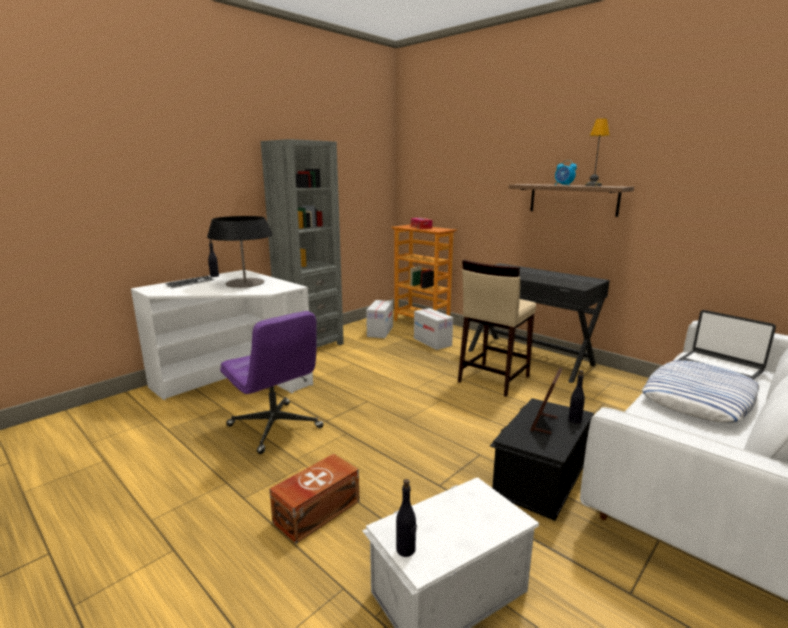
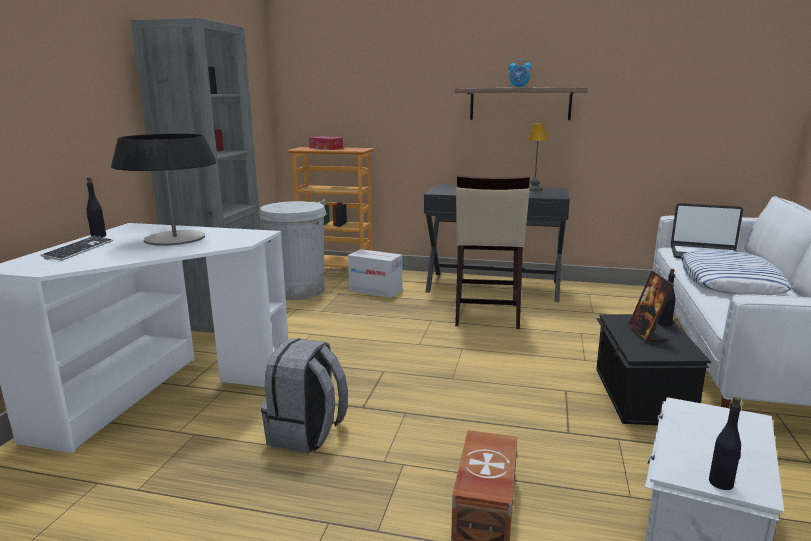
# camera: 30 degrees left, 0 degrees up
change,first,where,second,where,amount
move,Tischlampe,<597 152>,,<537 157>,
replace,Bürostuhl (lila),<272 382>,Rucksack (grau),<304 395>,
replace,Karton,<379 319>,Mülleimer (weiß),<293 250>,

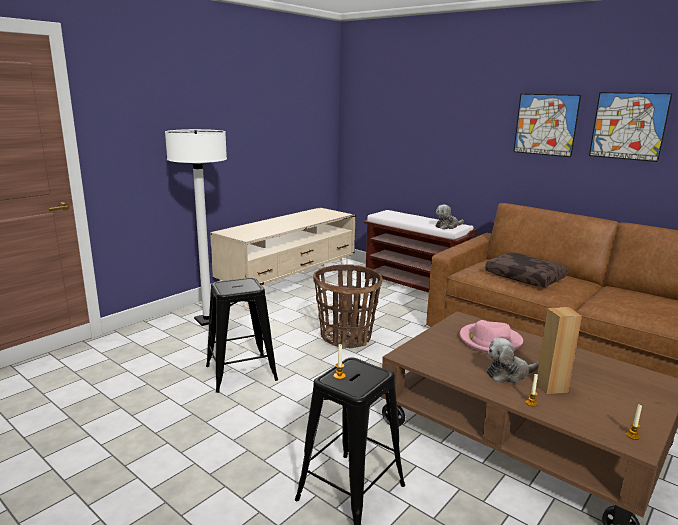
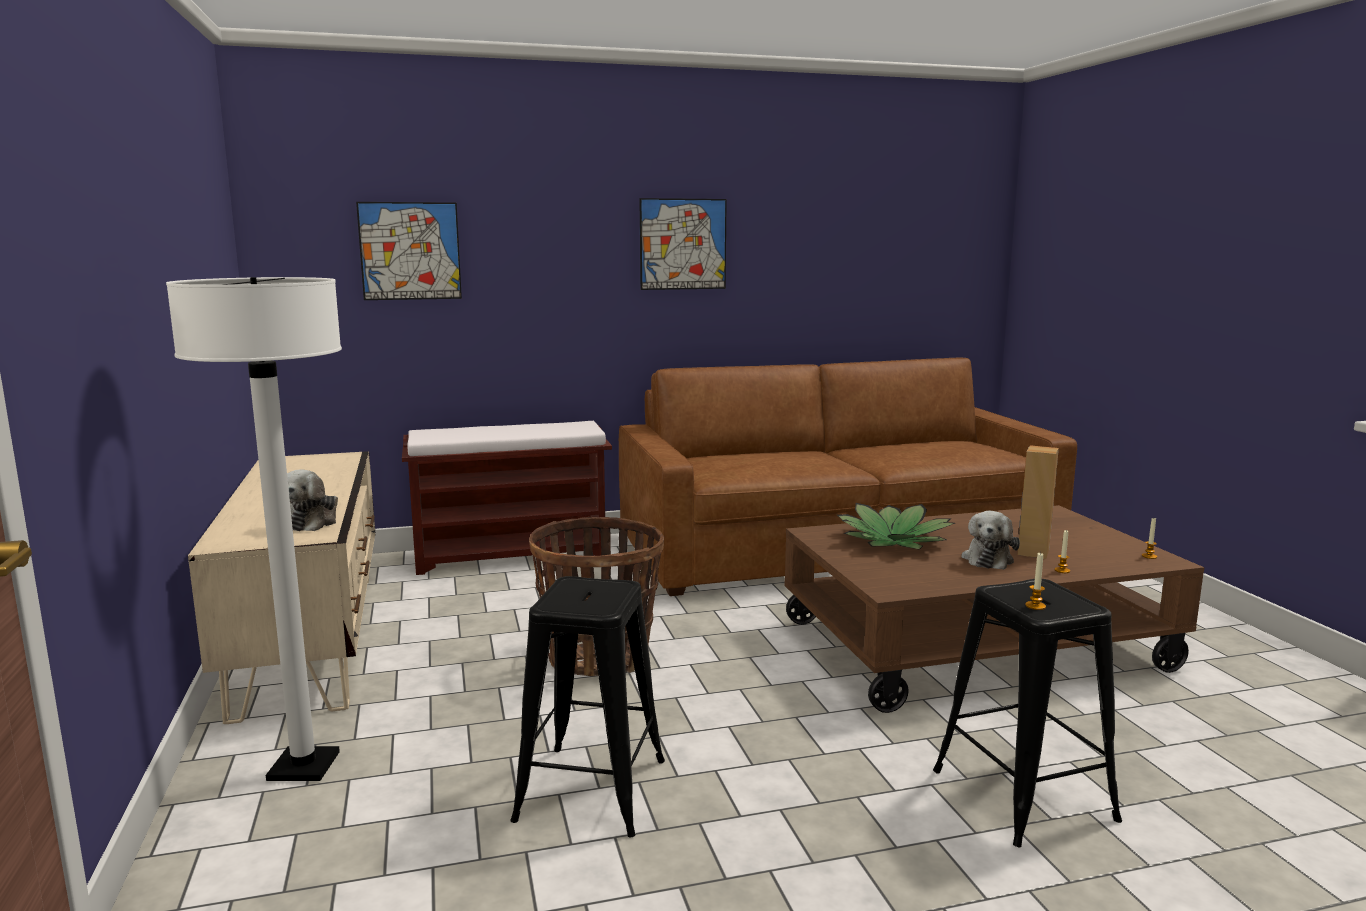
# camera: 55 degrees left, 5 degrees down
change,first,where,second,where,amount
delete,Kissen (braun),<526 270>,,,
move,Plüschtier,<450 217>,,<312 500>,
move,Bild,<631 127>,,<409 251>,
replace,Hut (rosa),<491 336>,Topfpflanze,<896 526>,

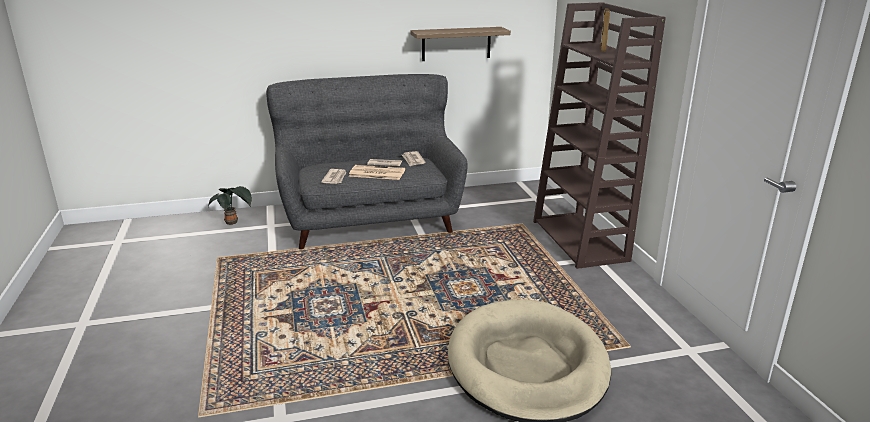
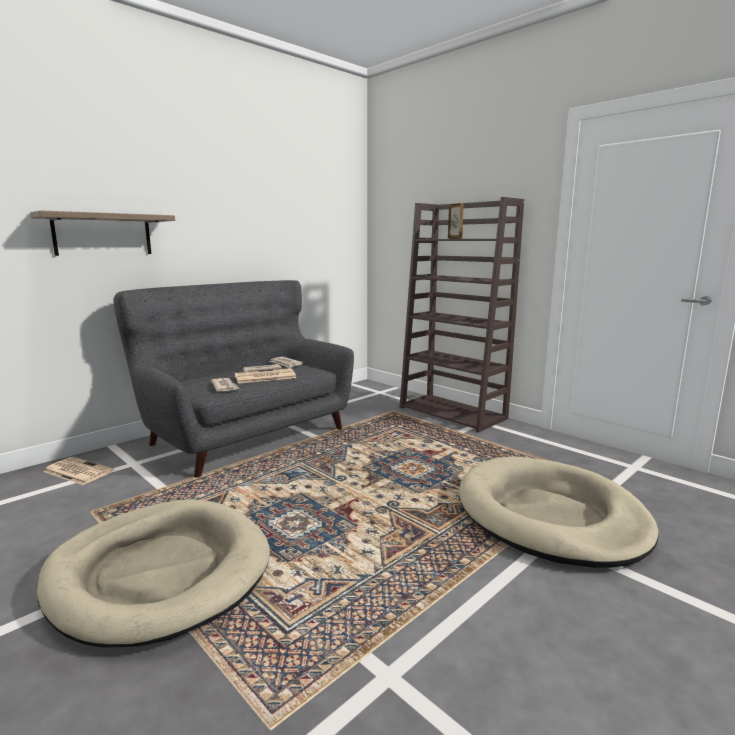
# camera: 30 degrees left, 10 degrees down
change,first,where,second,where,amount
insert,,,Hundebett (beige),<153 574>,
move,Wandregal,<461 44>,,<102 233>,
replace,Topfpflanze,<230 205>,Zeitung,<78 471>,

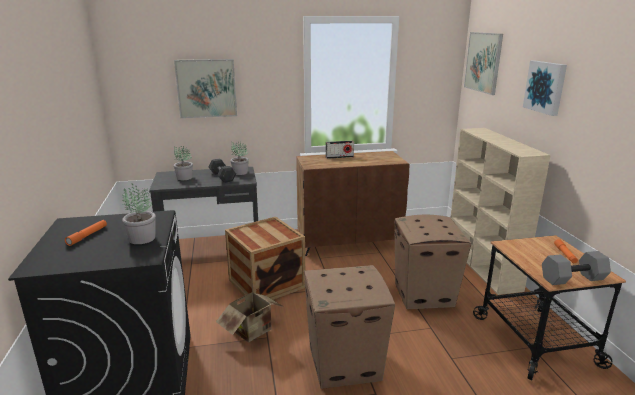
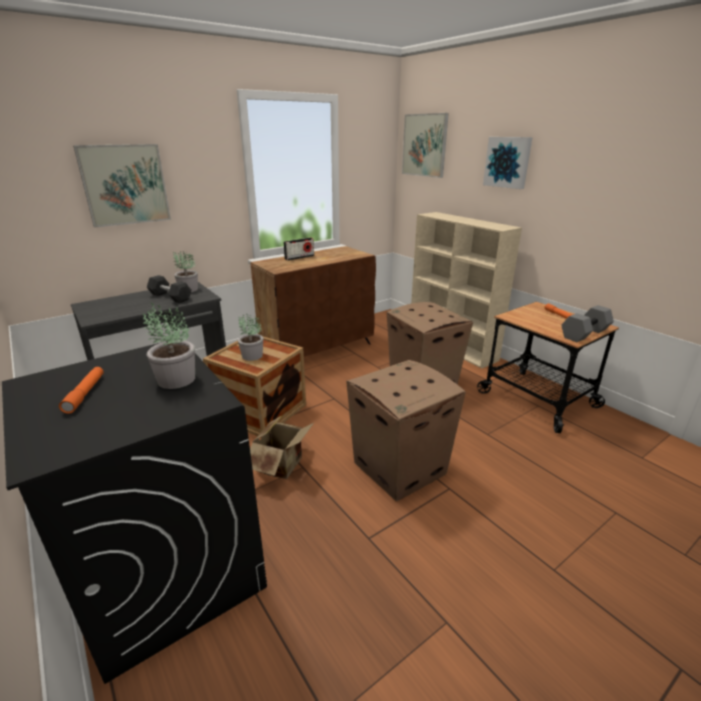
# camera: 25 degrees left, 5 degrees up
change,first,where,second,where,amount
move,Topfpflanze,<183 163>,,<250 337>,

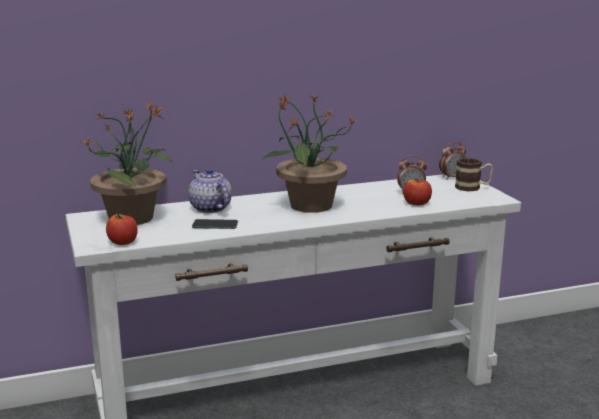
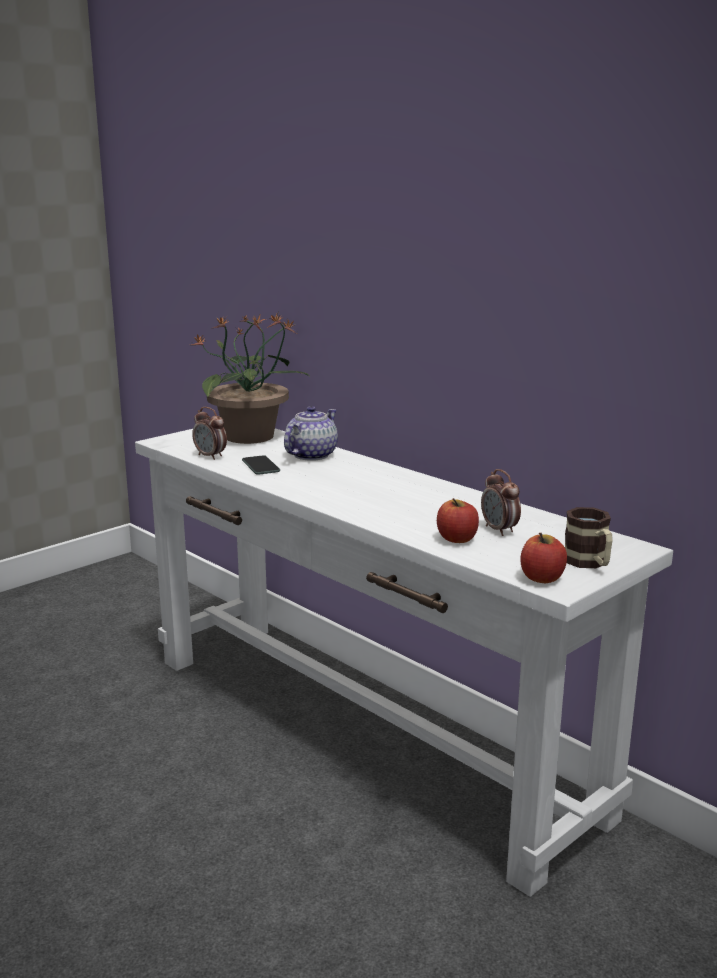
# camera: 65 degrees right, 0 degrees up
change,first,where,second,where,amount
delete,Topfpflanze,<310 153>,,,
move,Apfel,<122 229>,,<543 558>,
move,Wecker,<452 160>,,<209 433>,

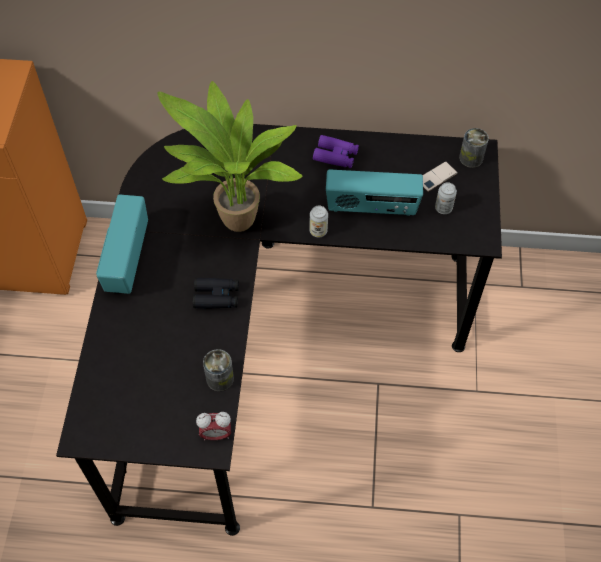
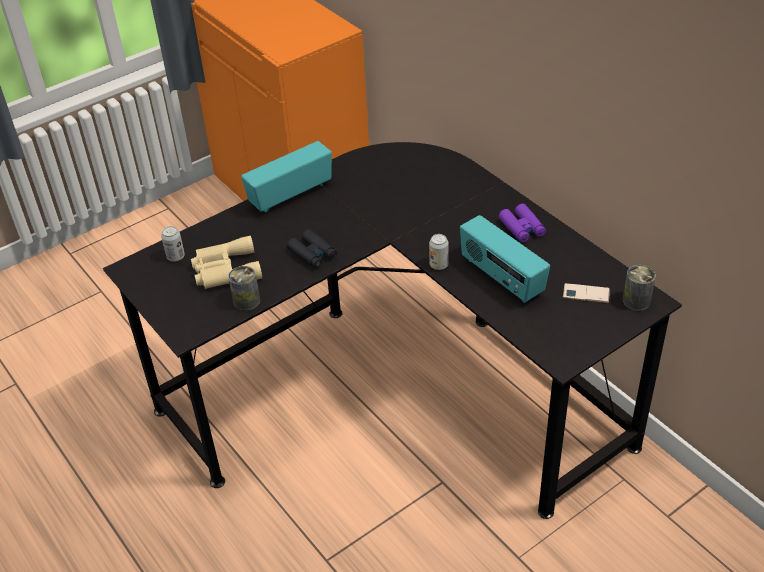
# camera: 50 degrees right, 15 degrees down
change,first,where,second,where,amount
delete,Topfpflanze,<230 156>,,,
delete,Wecker,<213 426>,,,
insert,,,Fernglas (beige),<226 262>,
move,Dose,<446 198>,,<173 243>,

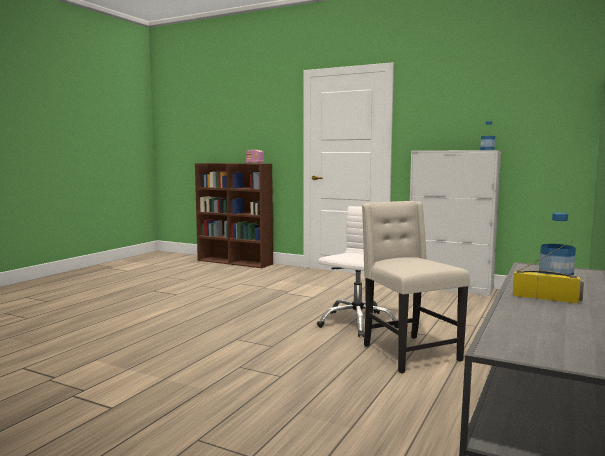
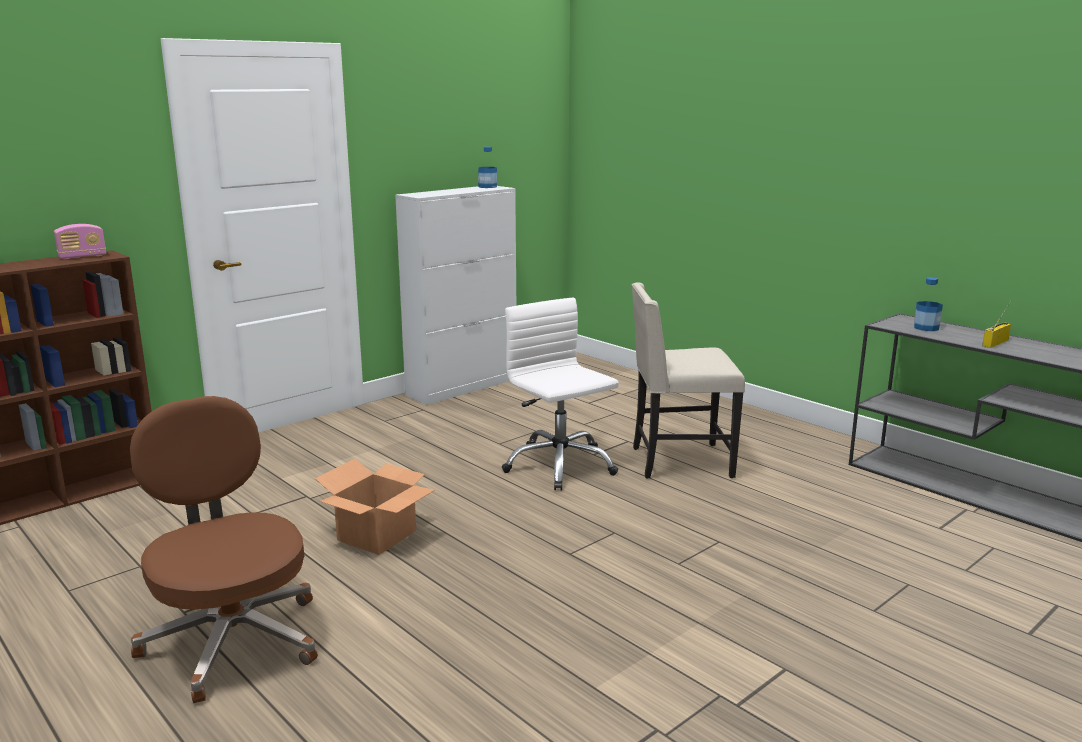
# camera: 70 degrees left, 10 degrees up
change,first,where,second,where,amount
insert,,,Bürostuhl (braun),<224 549>,
insert,,,Karton,<375 507>,

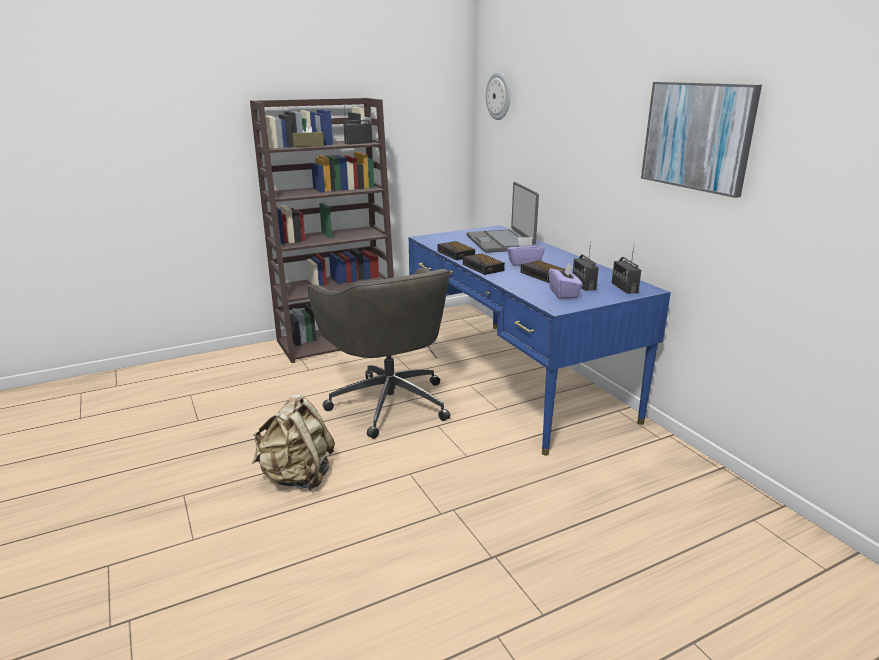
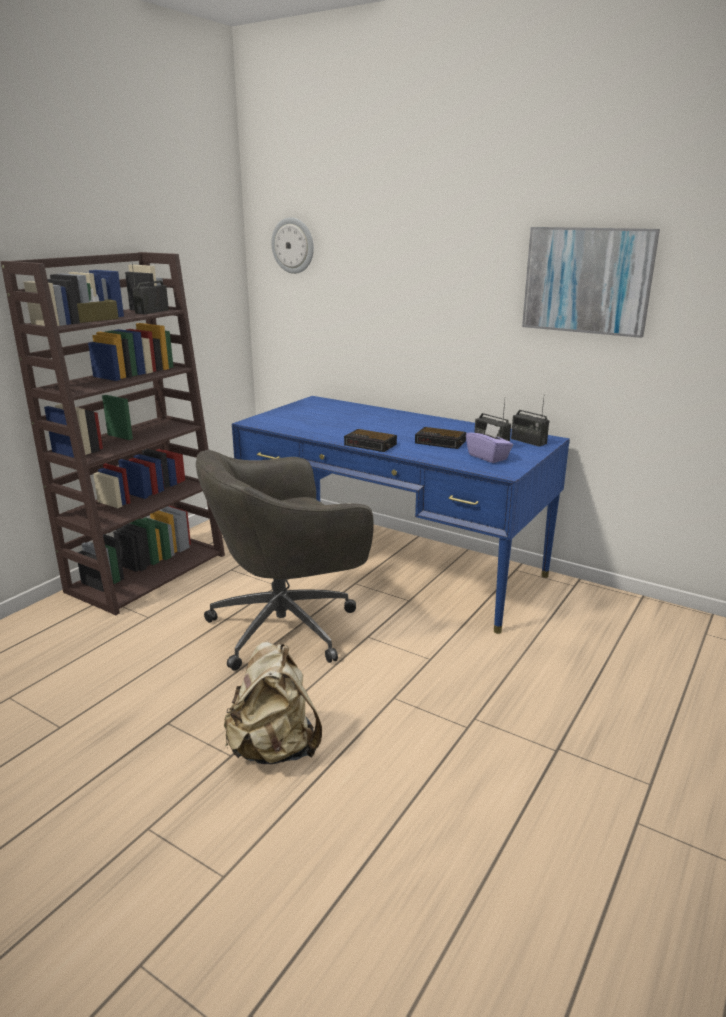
# camera: 30 degrees left, 0 degrees up
change,first,where,second,where,amount
delete,Wecker,<456 250>,,,
delete,Laptop,<503 217>,,,
delete,Taschentuchbox (lila),<526 251>,,,
rotate,Bürostuhl (grau),<379 353>,,<285 560>,120 degrees clockwise

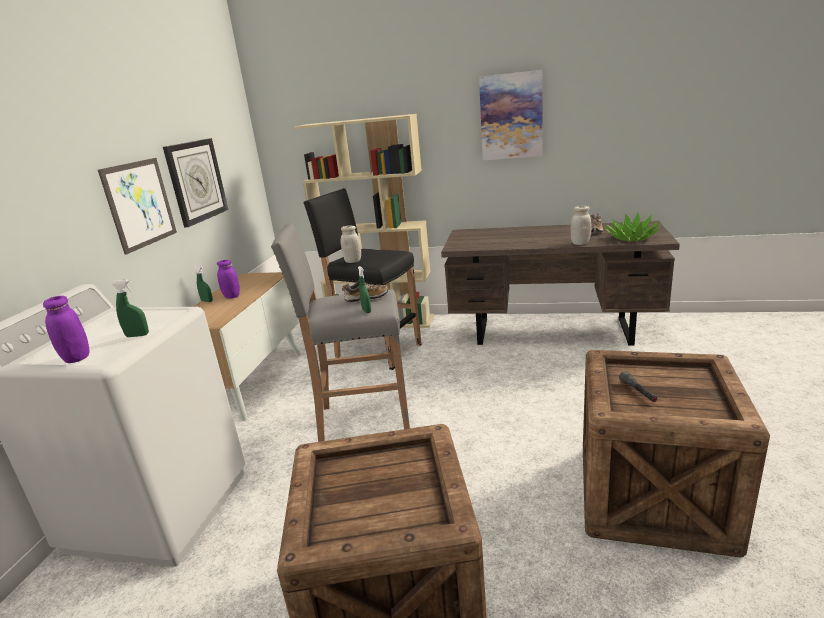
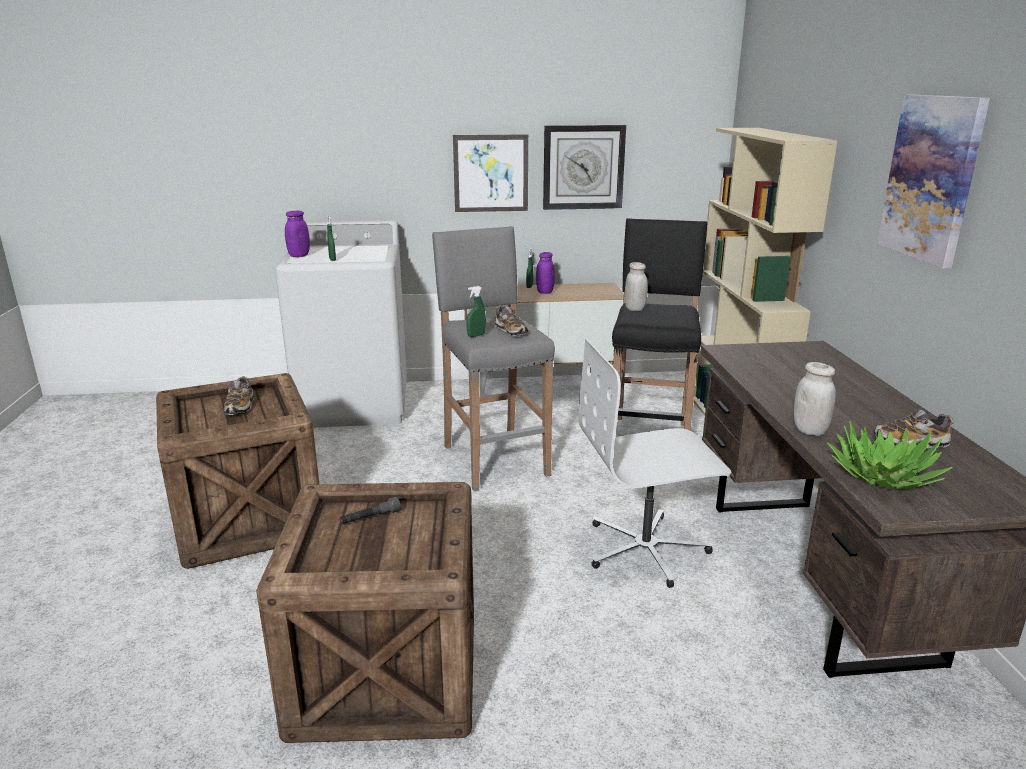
# camera: 70 degrees right, 0 degrees up
change,first,where,second,where,amount
insert,,,Schuh,<239 395>,
insert,,,Bürostuhl (weiß),<654 463>,

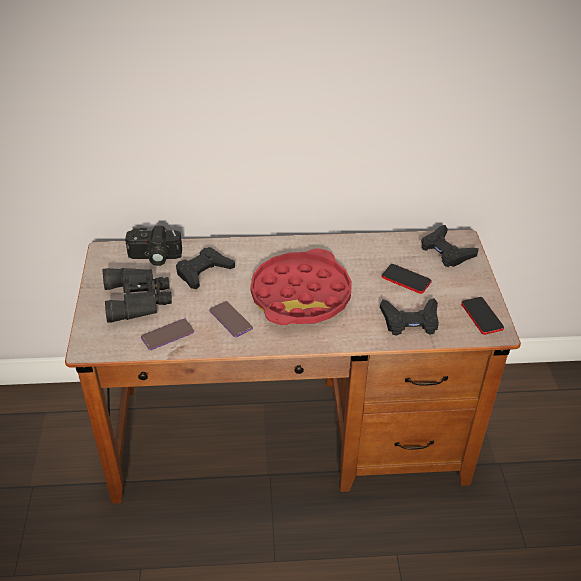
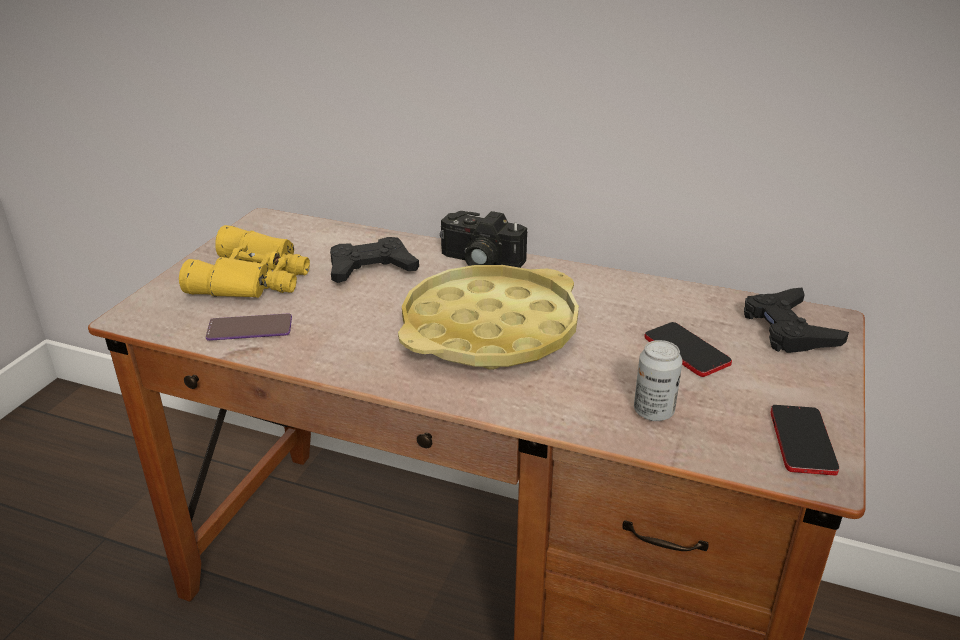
# camera: 25 degrees right, 10 degrees down
change,first,where,second,where,amount
delete,Handy,<231 319>,,,
move,Kamera,<153 246>,,<483 239>,
replace,Gamepad (schwarz),<409 317>,Dose,<658 380>,
recolor,Fernglas (schwarz),<137 295>,Fernglas (gelb),<244 261>,
recolor,Tablett (rot),<301 286>,Tablett (gelb),<488 317>,

